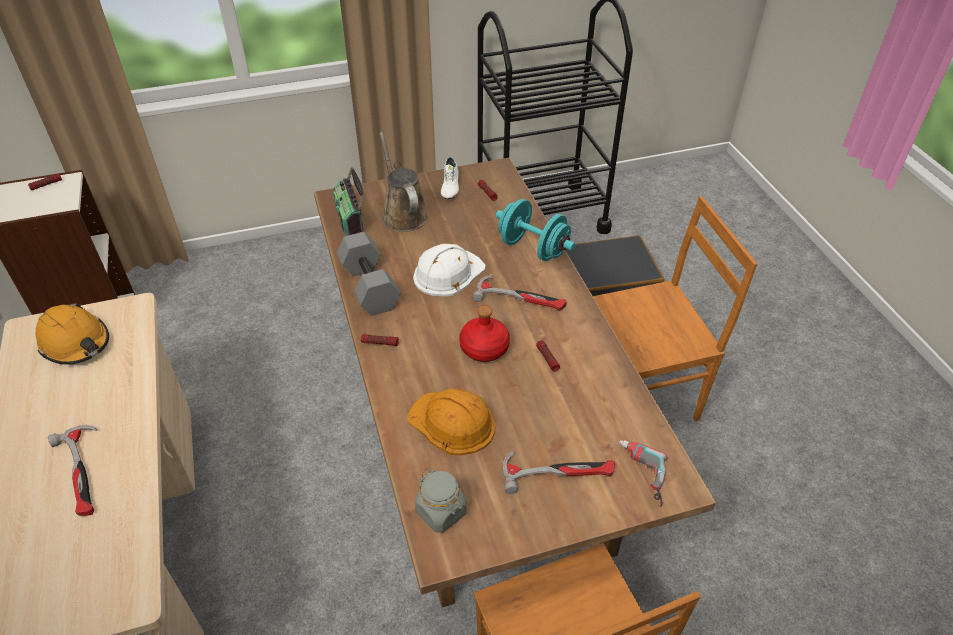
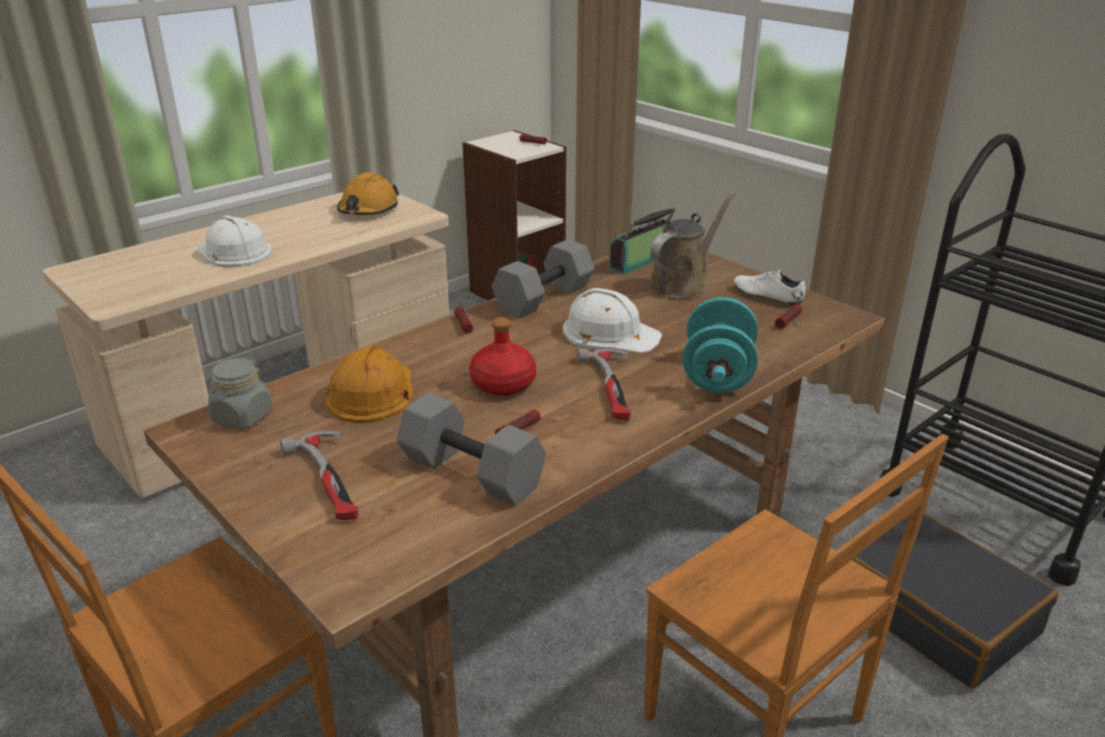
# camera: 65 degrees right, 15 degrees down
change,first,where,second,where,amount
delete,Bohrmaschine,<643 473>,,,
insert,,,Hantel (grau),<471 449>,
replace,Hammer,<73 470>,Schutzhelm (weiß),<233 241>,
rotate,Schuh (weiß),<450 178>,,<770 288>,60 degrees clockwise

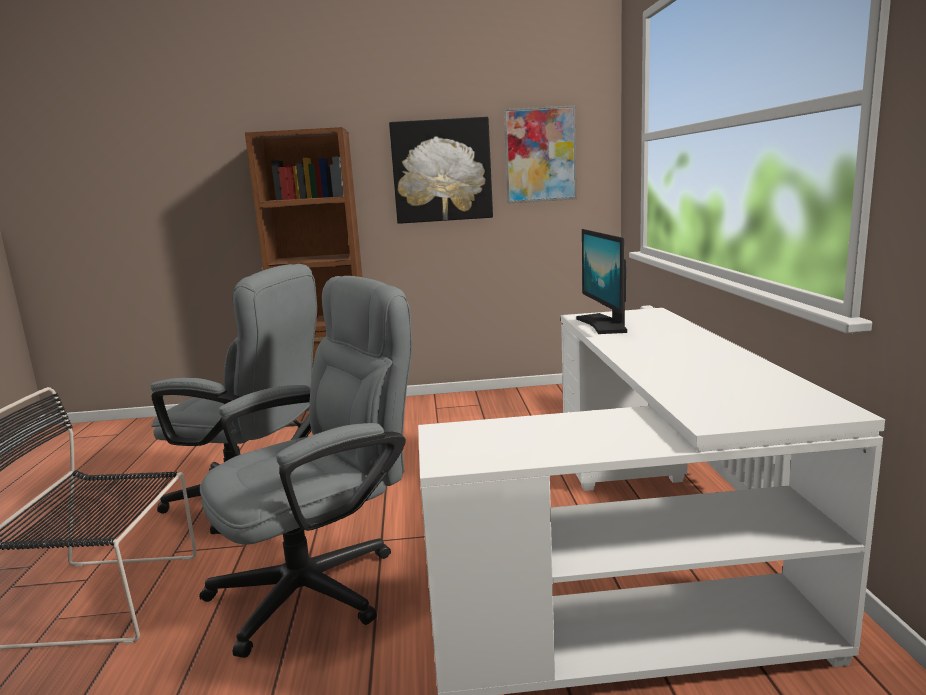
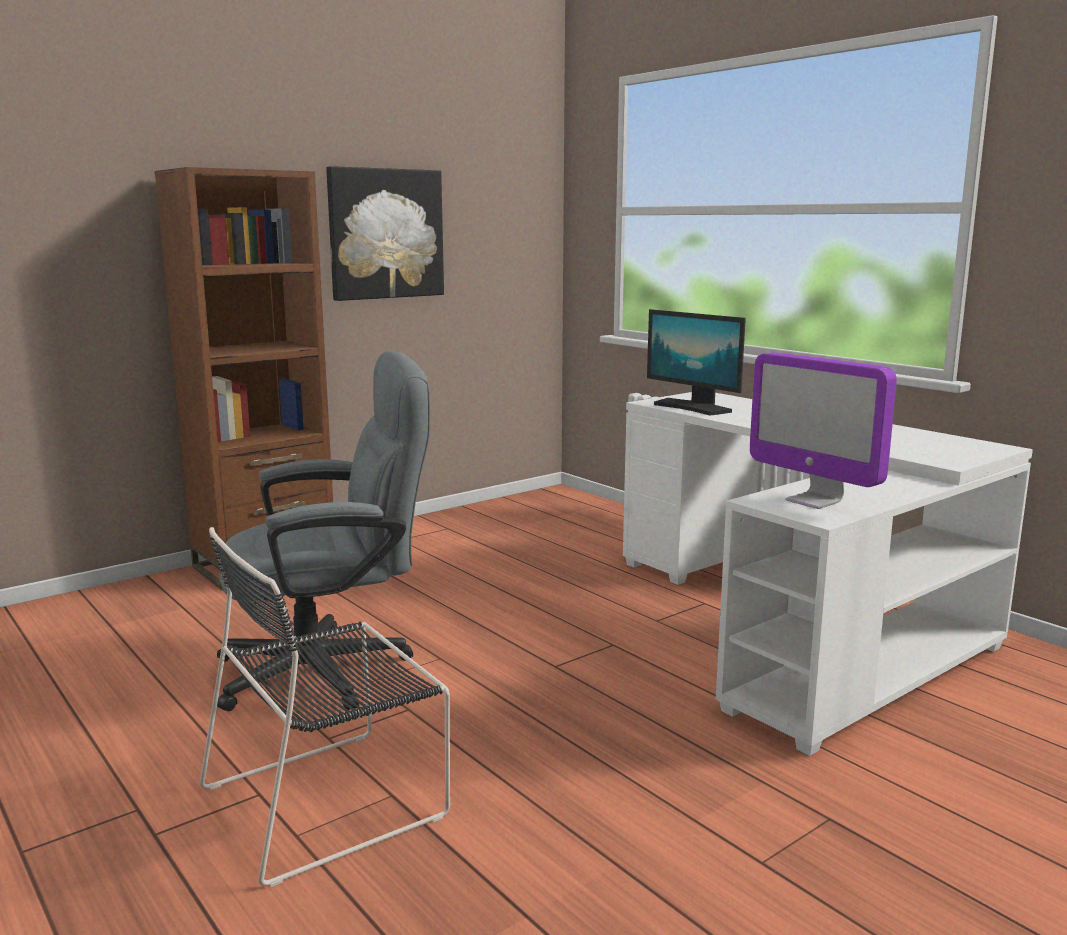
# camera: 35 degrees left, 0 degrees up
change,first,where,second,where,amount
delete,Bürostuhl (grau),<305 467>,,,
delete,Bild,<540 154>,,,
insert,,,Monitor,<823 430>,

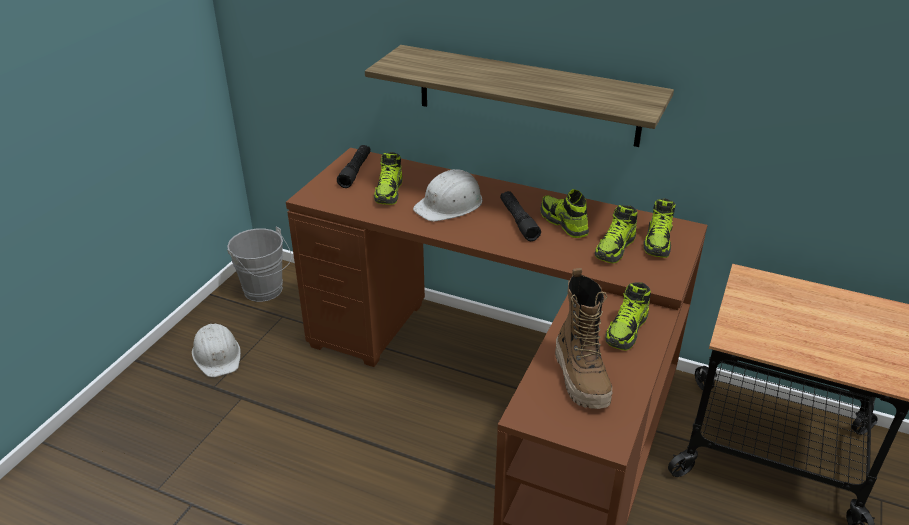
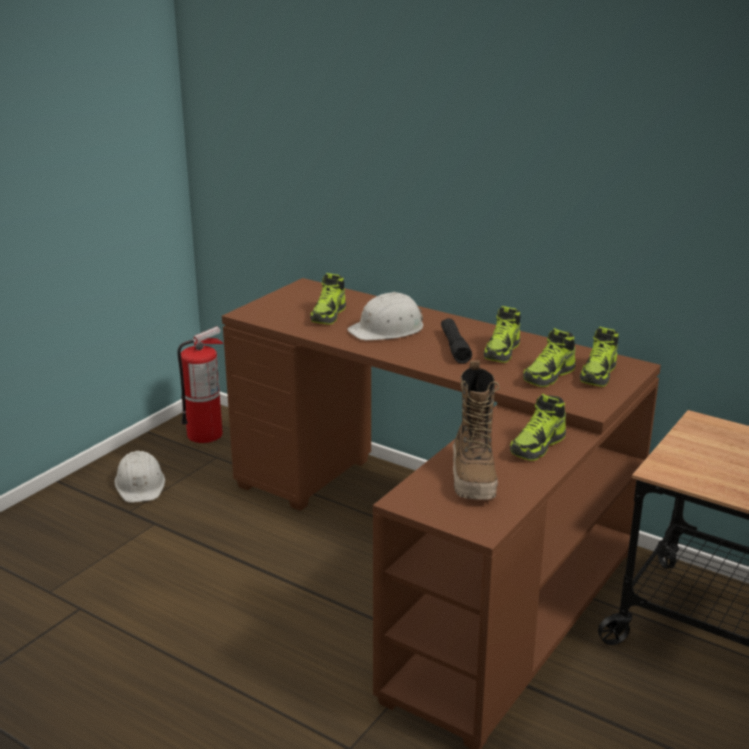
# camera: 10 degrees right, 10 degrees down
change,first,where,second,where,amount
delete,Taschenlampe (schwarz),<354 166>,,,
delete,Wandregal,<519 96>,,,
replace,Eimer (grau),<259 264>,Feuerlöscher,<200 384>,
rotate,Schuh,<564 213>,,<502 334>,135 degrees counterclockwise

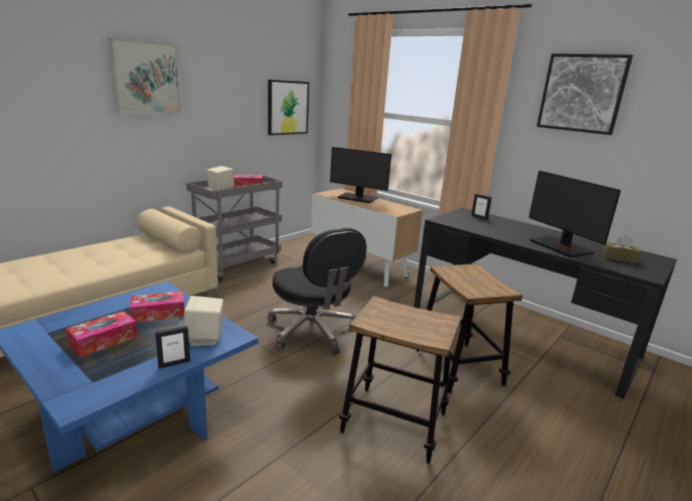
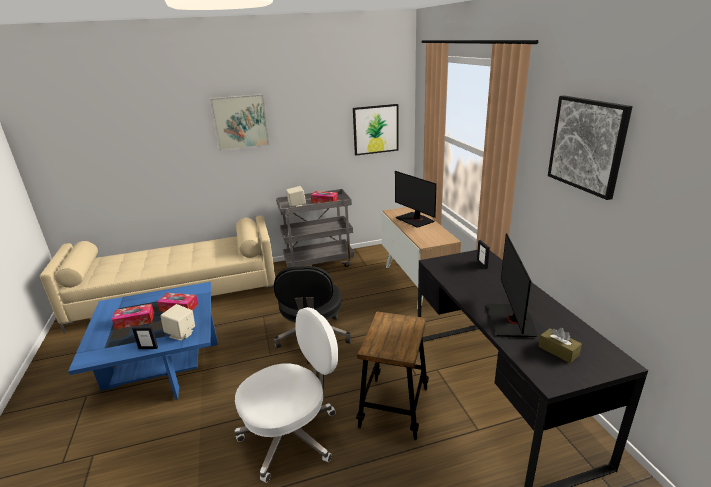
# camera: 35 degrees right, 5 degrees up
change,first,where,second,where,amount
replace,Hocker,<400 380>,Bürostuhl (weiß),<286 395>,

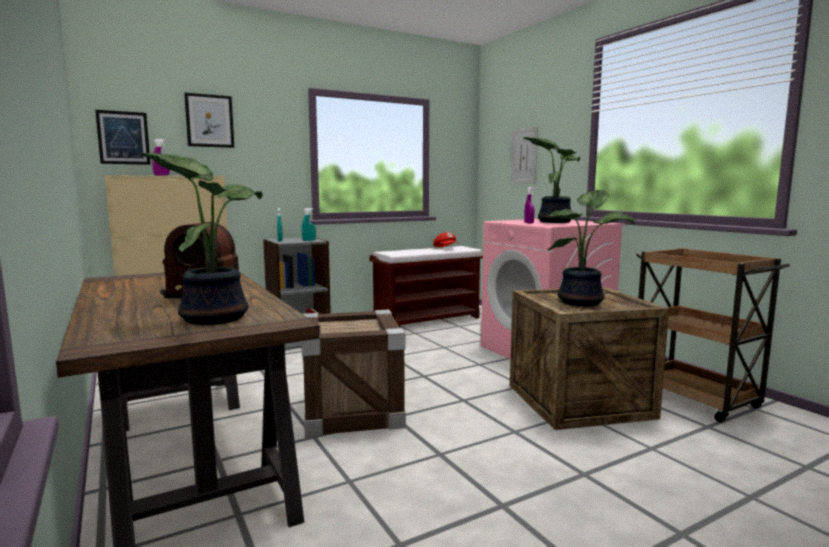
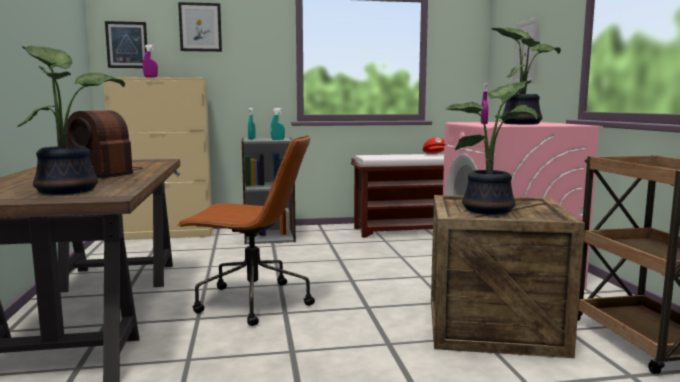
# camera: 20 degrees right, 0 degrees up
change,first,where,second,where,amount
replace,Kiste,<353 373>,Bürostuhl (braun),<246 230>,

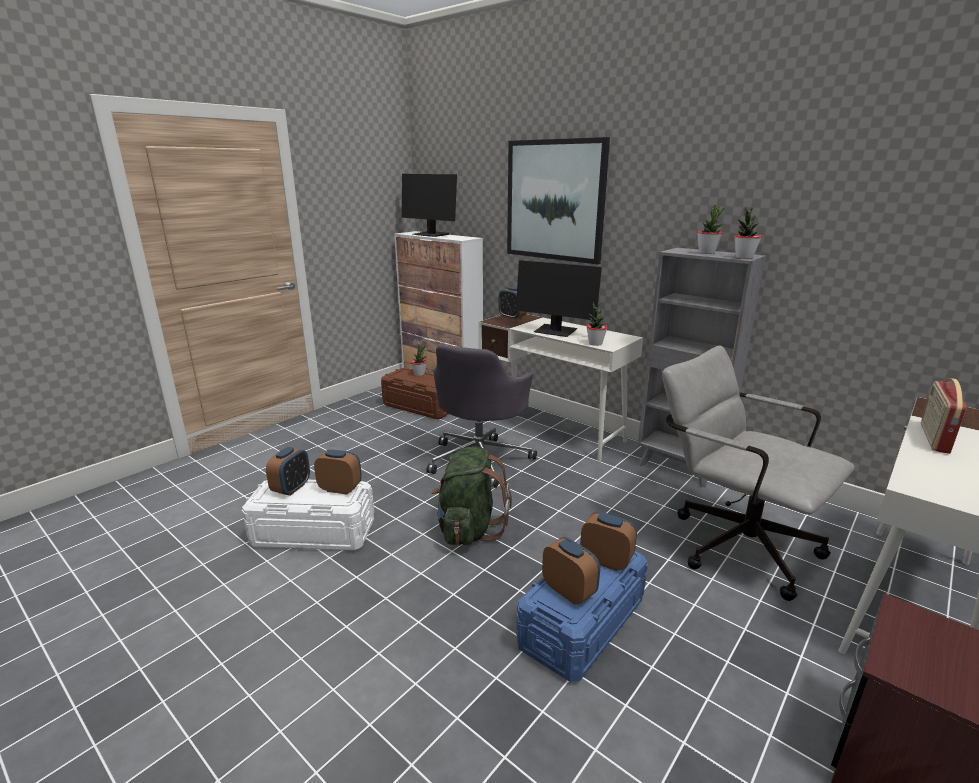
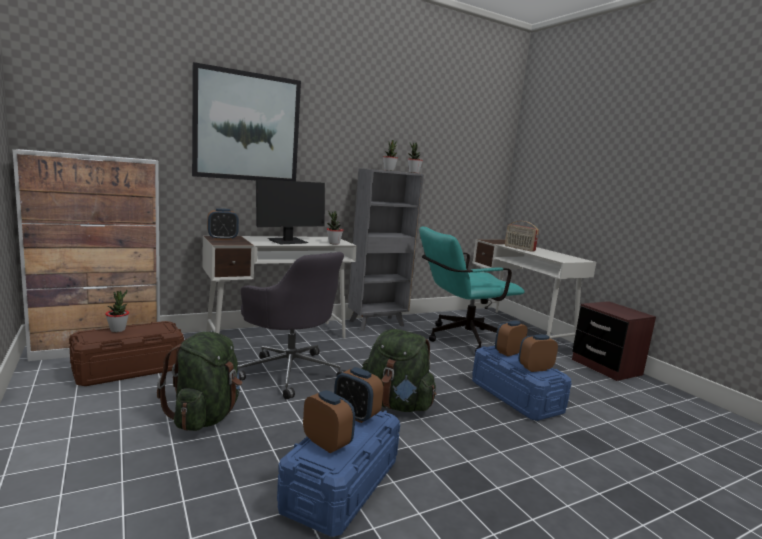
# camera: 70 degrees left, 10 degrees down
change,first,where,second,where,amount
delete,Monitor,<429 205>,,,
insert,,,Rucksack (grün),<199 381>,
recolor,Aufbewahrungsbox (weiß),<308 514>,Aufbewahrungsbox (blau),<338 474>,
recolor,Bürostuhl (grau),<758 473>,Bürostuhl (türkis),<472 290>,
rotate,Wecker,<338 472>,,<358 395>,90 degrees counterclockwise

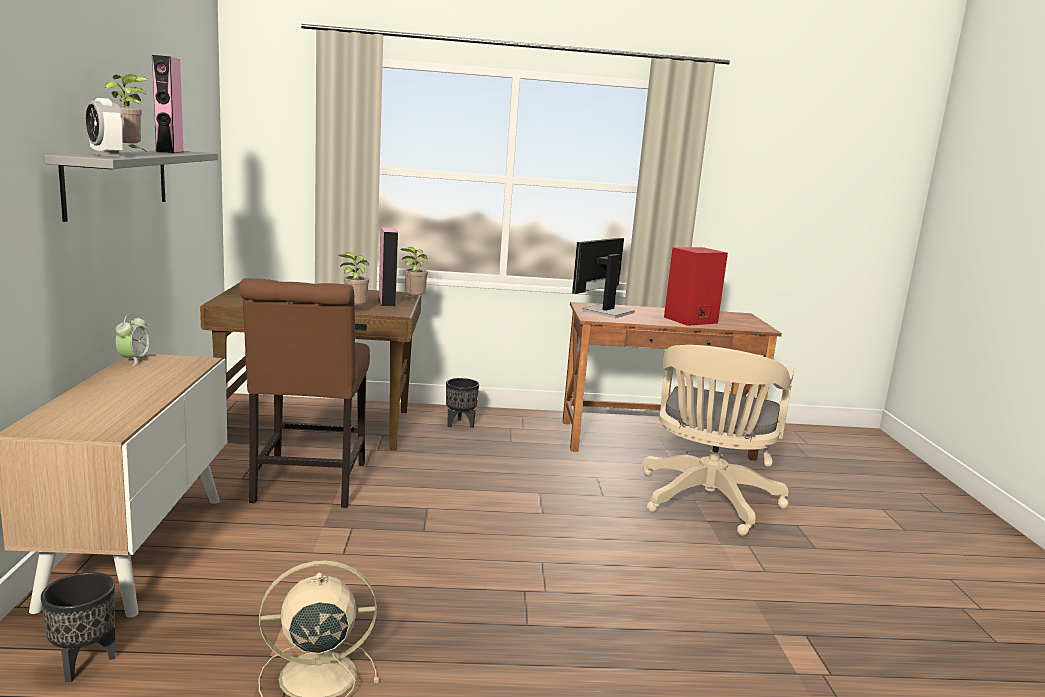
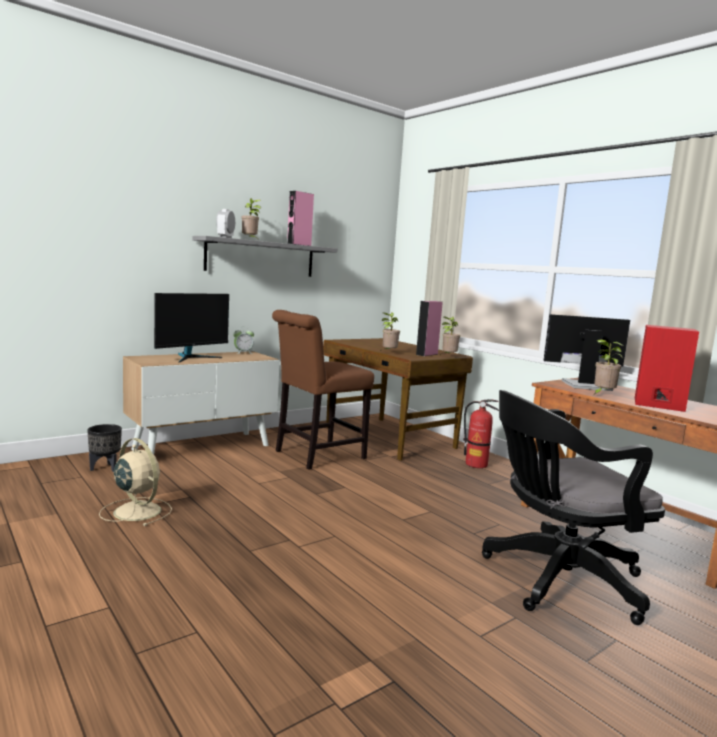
# camera: 55 degrees right, 5 degrees down
change,first,where,second,where,amount
insert,,,Monitor,<191 327>,
insert,,,Topfpflanze,<608 367>,
replace,Pflanzkübel (schwarz),<462 403>,Feuerlöscher,<481 433>,
recolor,Bürostuhl (beige),<718 440>,Bürostuhl (schwarz),<573 507>,

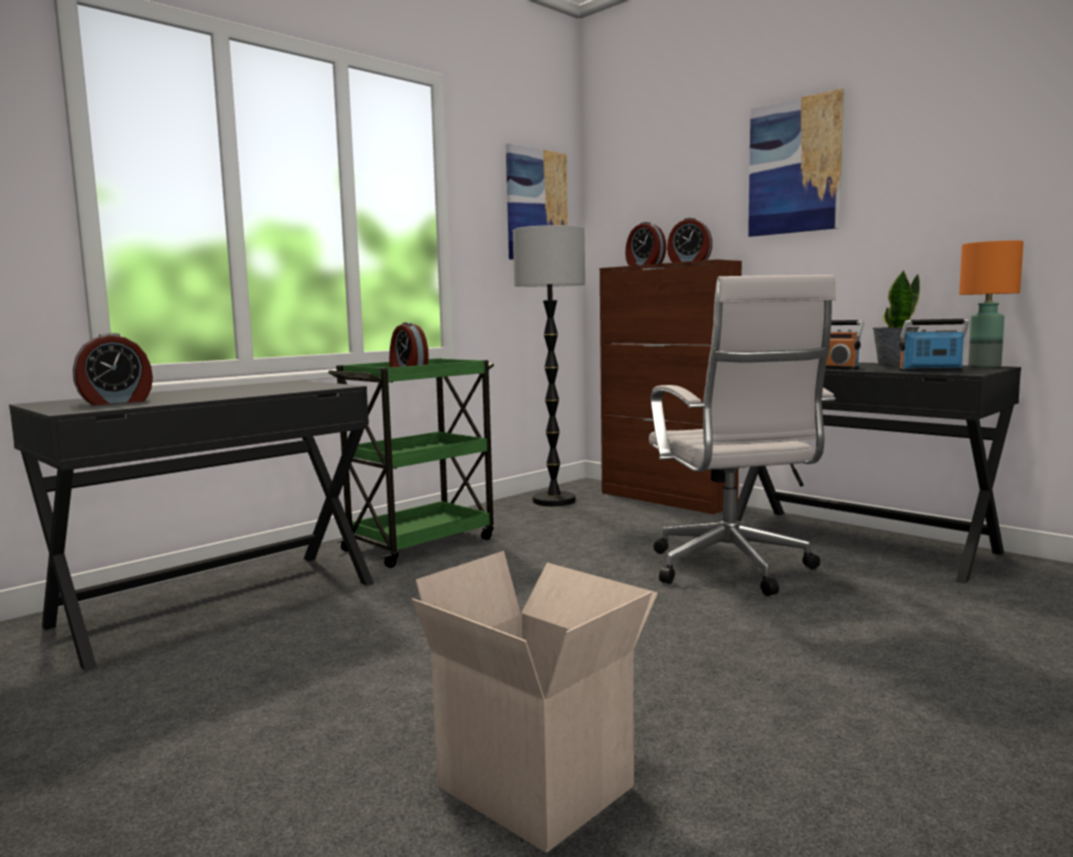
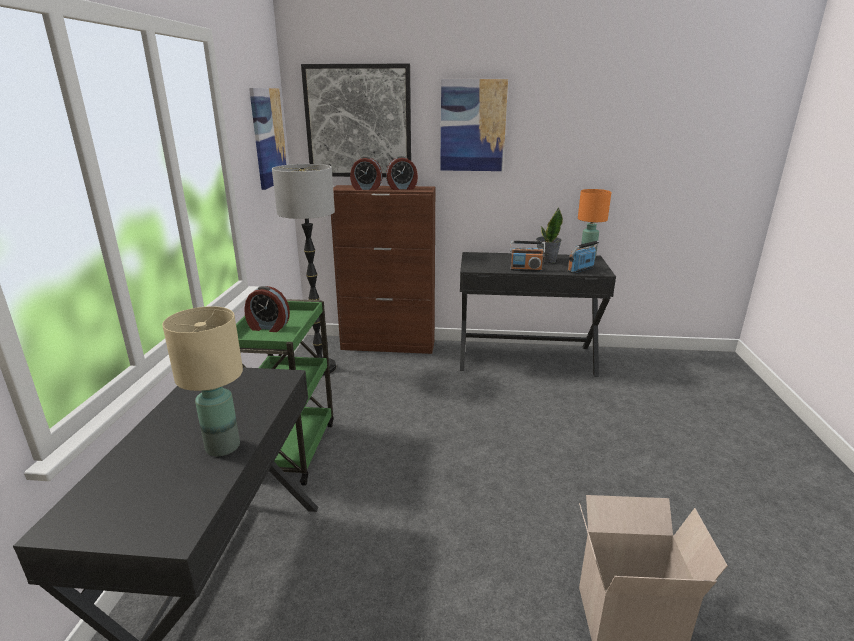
# camera: 40 degrees left, 15 degrees up
change,first,where,second,where,amount
delete,Wecker,<113 369>,,,
delete,Bürostuhl (weiß),<742 435>,,,
insert,,,Tischlampe (beige),<202 381>,
insert,,,Bild,<356 120>,

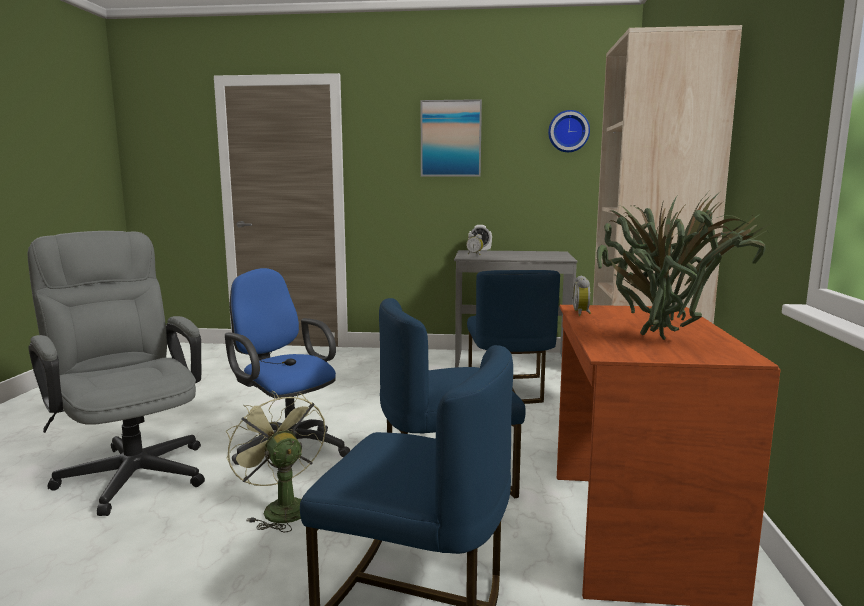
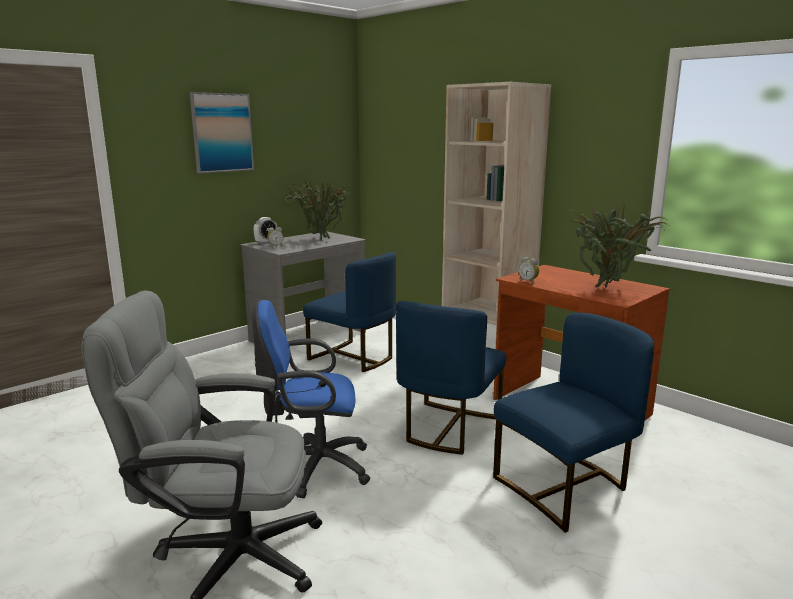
# camera: 50 degrees left, 5 degrees up
change,first,where,second,where,amount
delete,Ventilator (grün),<275 462>,,,
delete,Wanduhr,<569 131>,,,
insert,,,Topfpflanze,<316 210>,

